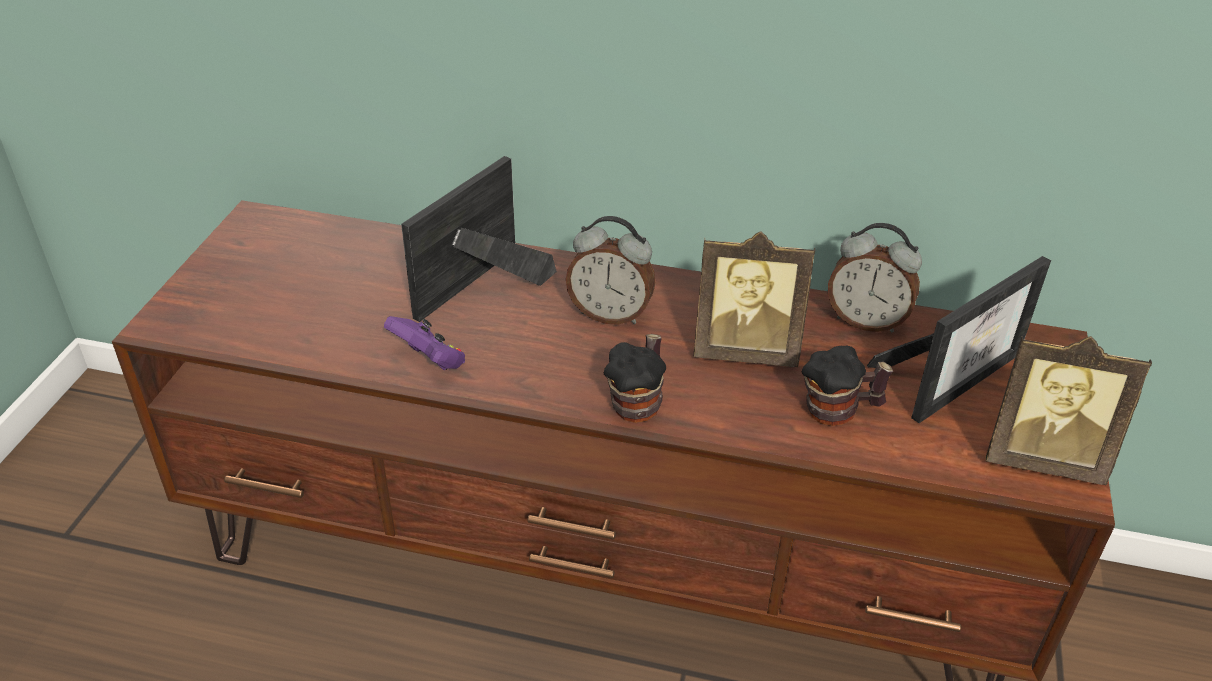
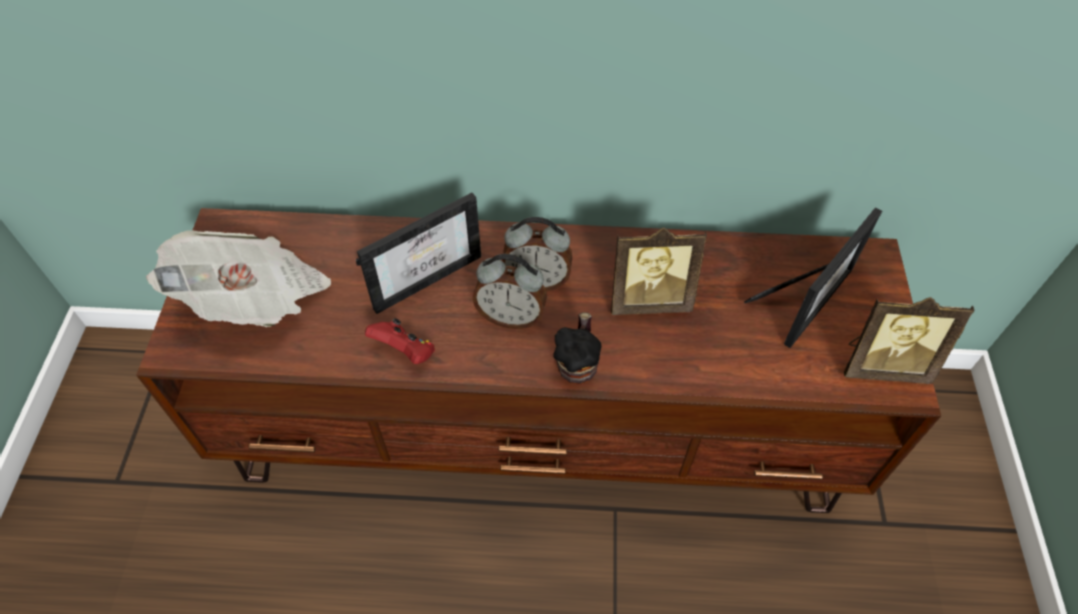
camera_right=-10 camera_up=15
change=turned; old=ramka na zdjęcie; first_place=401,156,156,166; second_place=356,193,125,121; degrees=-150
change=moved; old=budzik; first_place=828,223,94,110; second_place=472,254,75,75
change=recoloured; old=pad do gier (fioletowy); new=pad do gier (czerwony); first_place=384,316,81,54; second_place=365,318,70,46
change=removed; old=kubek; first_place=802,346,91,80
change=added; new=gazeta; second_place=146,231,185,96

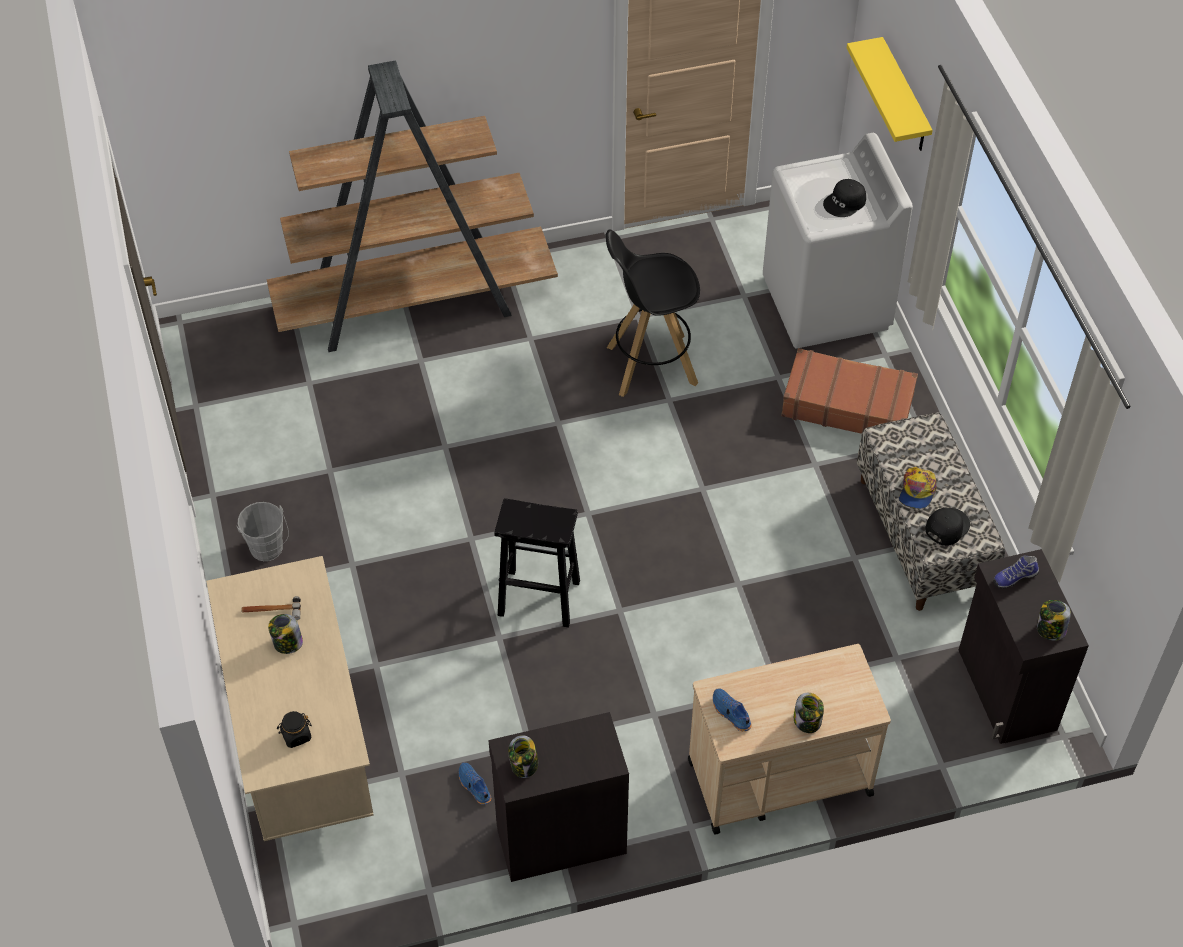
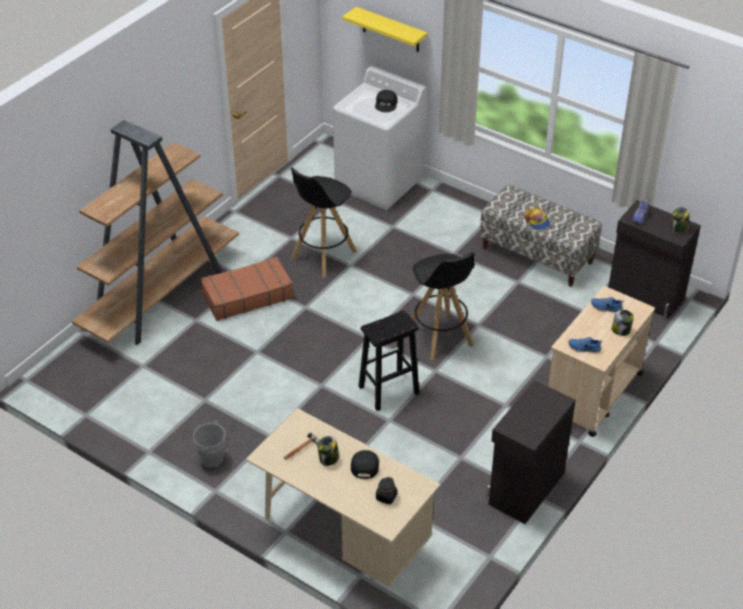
camera_right=-40 camera_up=-10
change=moved; old=walizka (brązowy); first_place=781,348,137,86; second_place=200,257,94,64
change=moved; old=czapka z daszkiem (czarny); first_place=926,508,44,38; second_place=351,450,28,29
change=removed; old=słoik; first_place=508,735,30,43
change=moved; old=but (niebieski); first_place=459,762,32,43; second_place=591,297,32,16
change=added; new=stołek (czarny); second_place=412,252,63,108

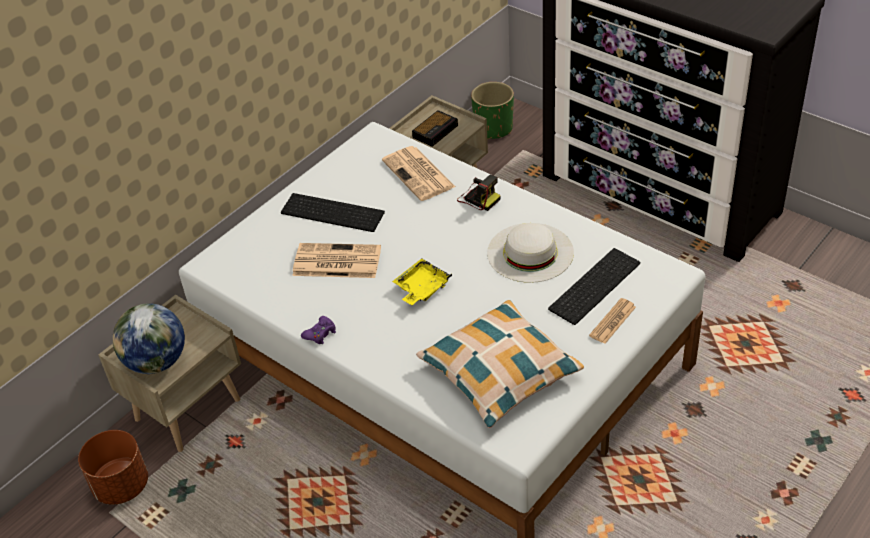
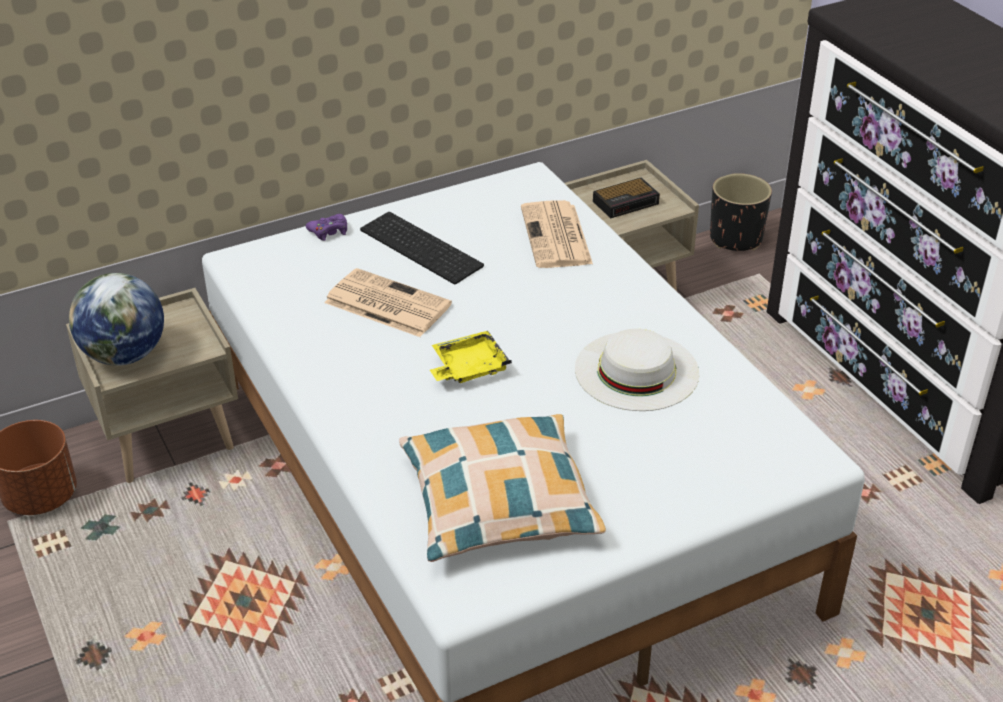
camera_right=20 camera_up=-5
change=recoloured; old=donica (zielony); new=donica (czarny); first_place=471,82,43,58; second_place=710,173,62,78
change=removed; old=aparat fotograficzny; first_place=457,175,44,36
change=removed; old=klawiatura; first_place=548,248,92,77
change=removed; old=gazeta; first_place=589,298,47,46
change=moved; old=pad do gier (fioletowy); first_place=301,316,35,28; second_place=306,214,41,27

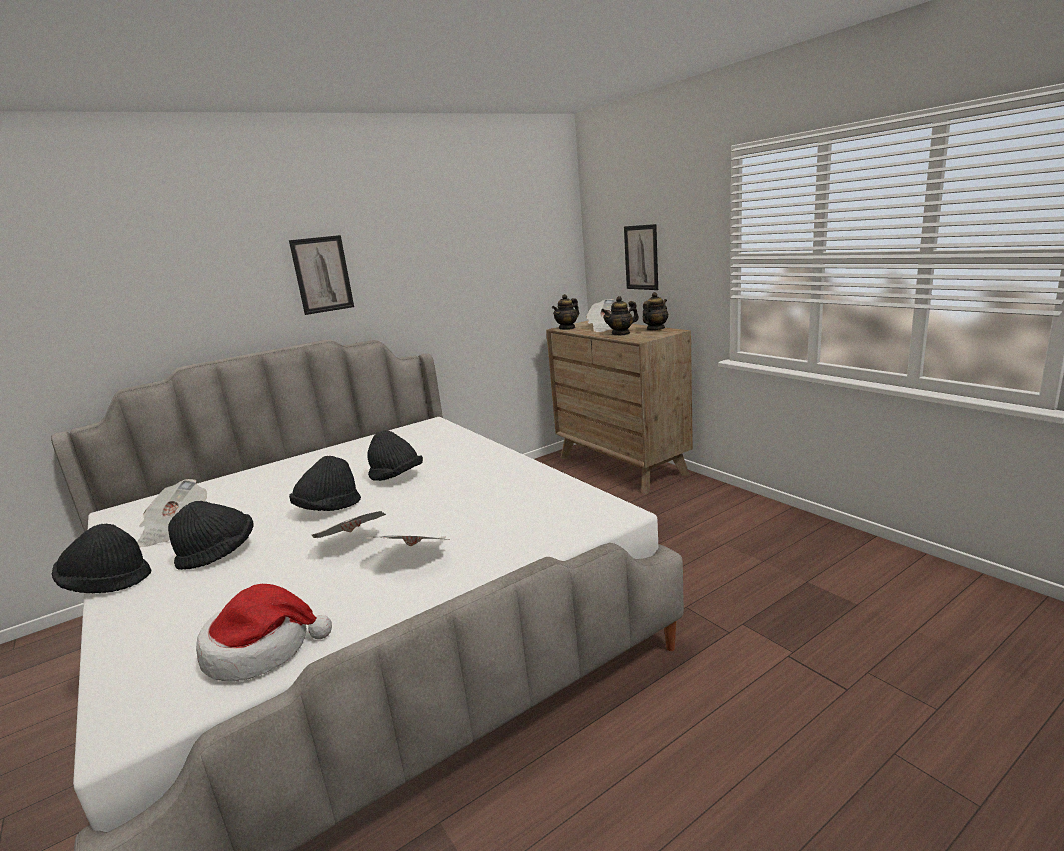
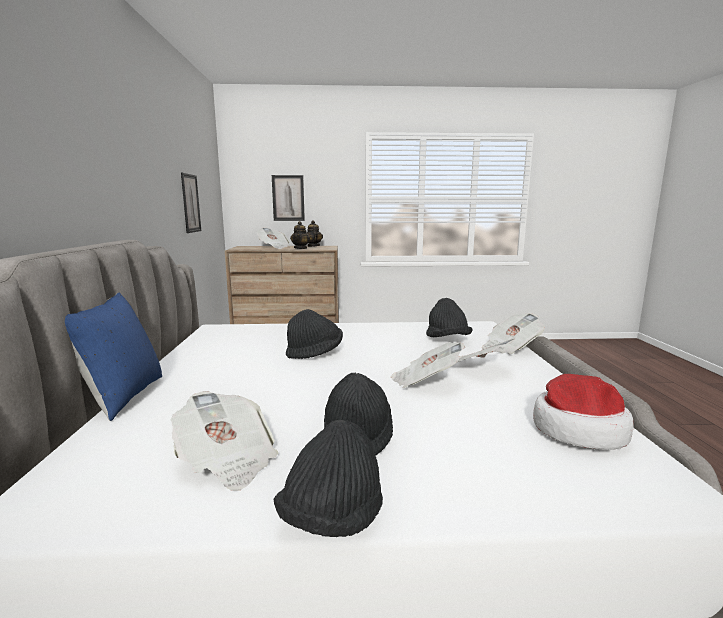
camera_right=-60 camera_up=-5
change=moved; old=obraz; first_place=289,235,65,80; second_place=181,173,20,60
change=removed; old=imbryk; first_place=552,294,27,36
change=moved; old=kapelusz (czarny); first_place=289,456,72,55; second_place=426,298,46,39
change=added; new=poduszka (niebieski); second_place=65,293,97,128
change=added; new=gazeta; second_place=482,313,63,41

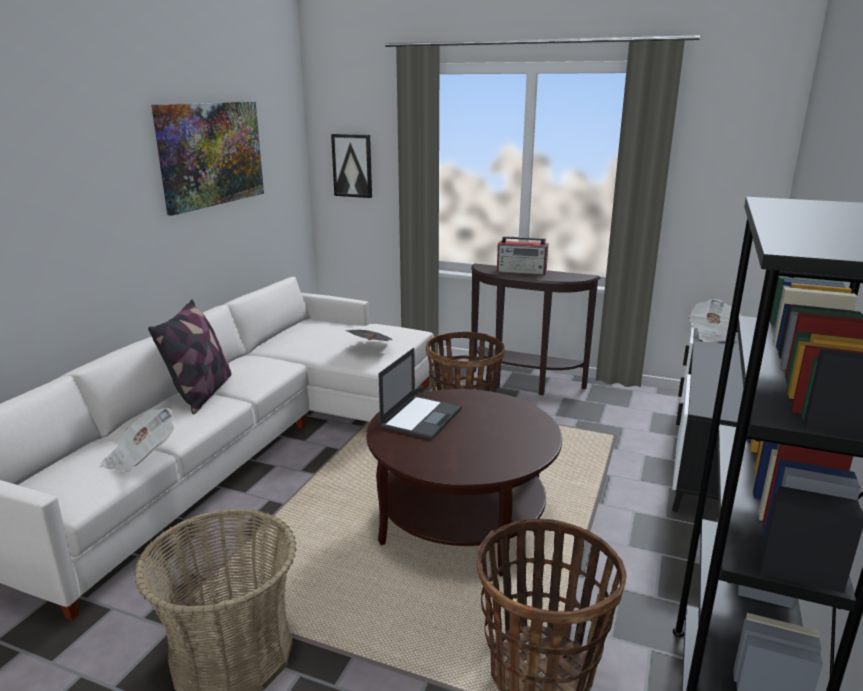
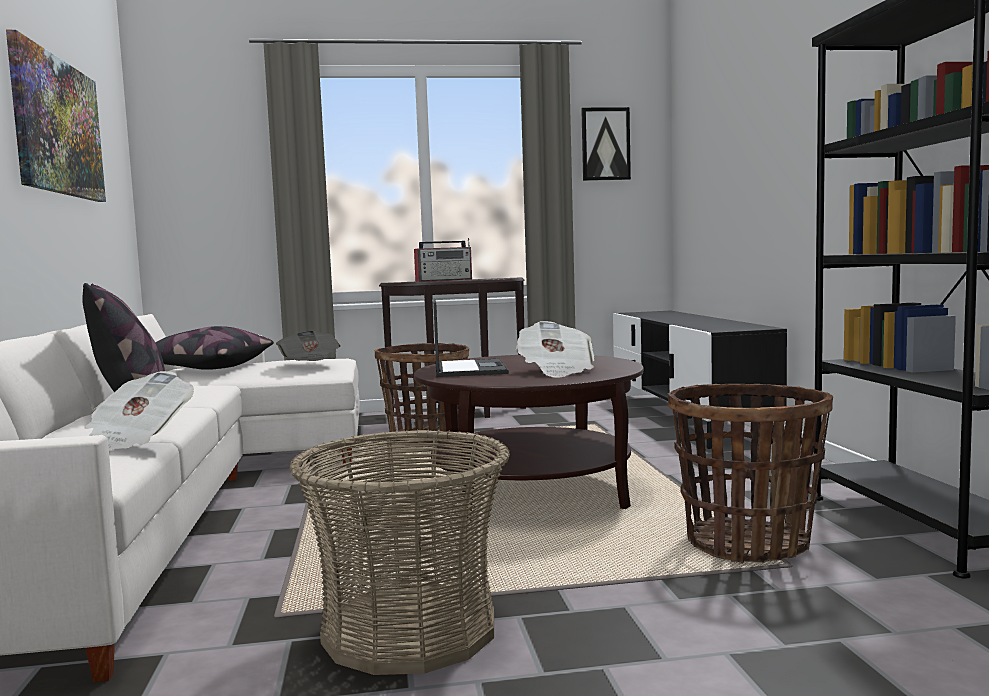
camera_right=-30 camera_up=-15
change=moved; old=obraz; first_place=331,134,41,64; second_place=581,107,50,74
change=moved; old=gazeta; first_place=689,299,53,43; second_place=516,321,78,57
change=added; new=poduszka; second_place=155,326,119,44

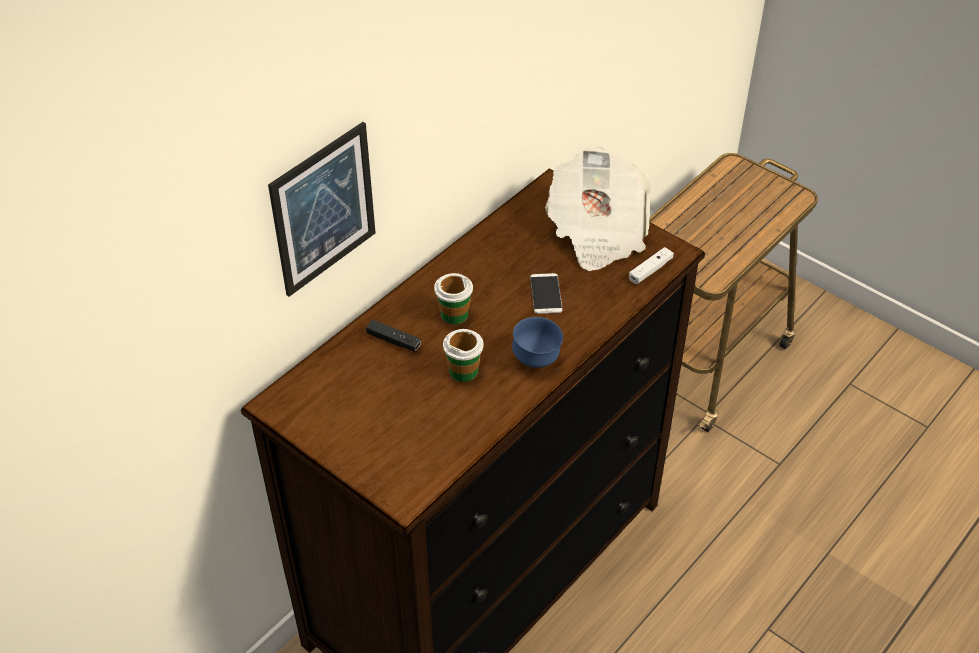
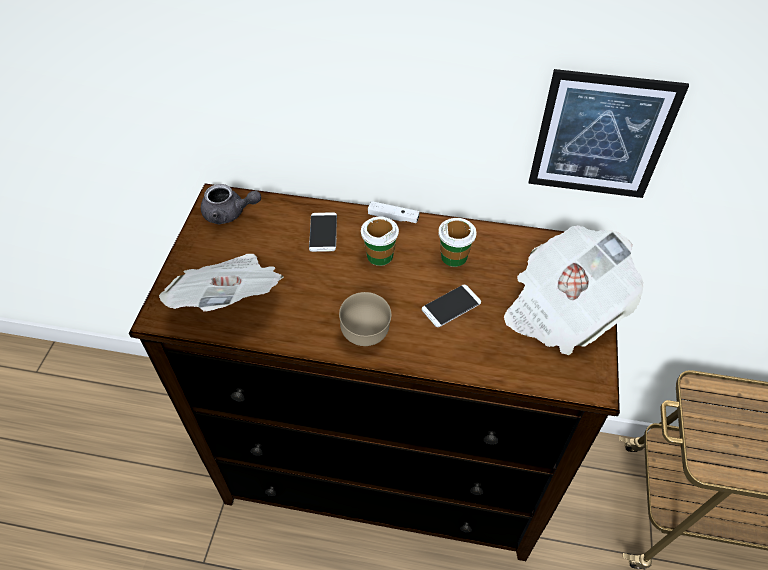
camera_right=60 camera_up=5
change=moved; old=obraz; first_place=268,122,108,175; second_place=529,69,160,129
change=moved; old=pad do gier (biały); first_place=629,247,45,37; second_place=368,201,52,22
change=recoloured; old=miska (niebieski); new=miska (brązowy); first_place=512,317,51,51; second_place=339,292,52,54
change=replaced; old=pad do gier (czarny); new=telefon; first_place=366,320,55,32; second_place=309,212,28,40
change=moved; old=filiżanka; first_place=443,329,41,53; second_place=438,218,39,49
change=added; new=imbryk (szary); second_place=201,184,60,40
change=added; new=gazeta; second_place=159,254,124,58

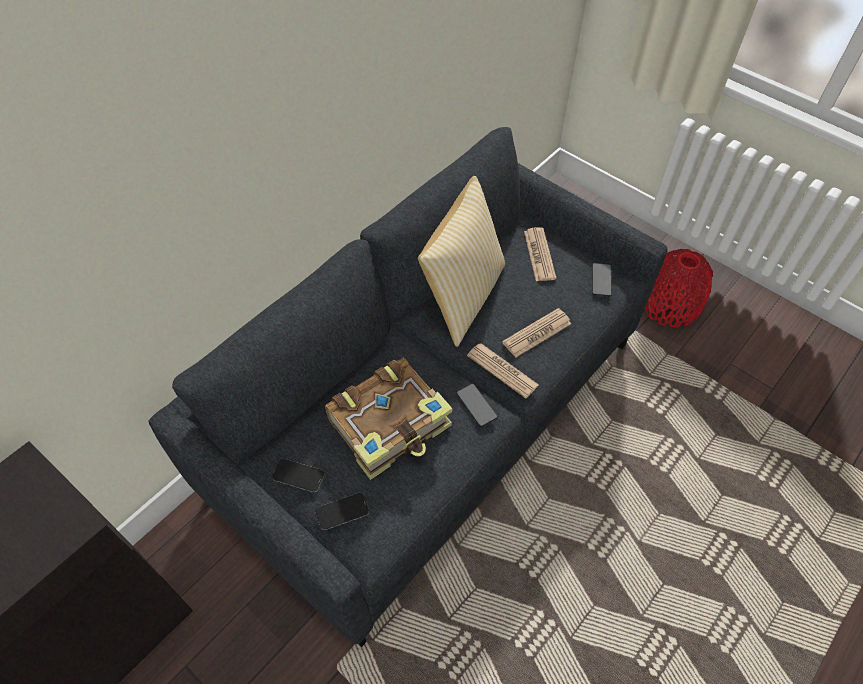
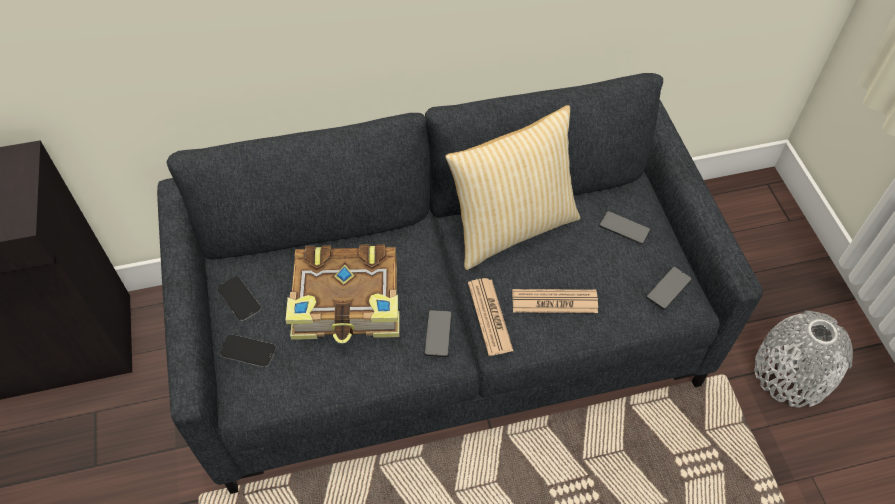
camera_right=35 camera_up=0
change=replaced; old=gazeta; new=telefon; first_place=524,227,32,54; second_place=599,211,52,33
change=recoloured; old=wazon (czerwony); new=wazon (szary); first_place=645,249,68,79; second_place=755,311,98,97

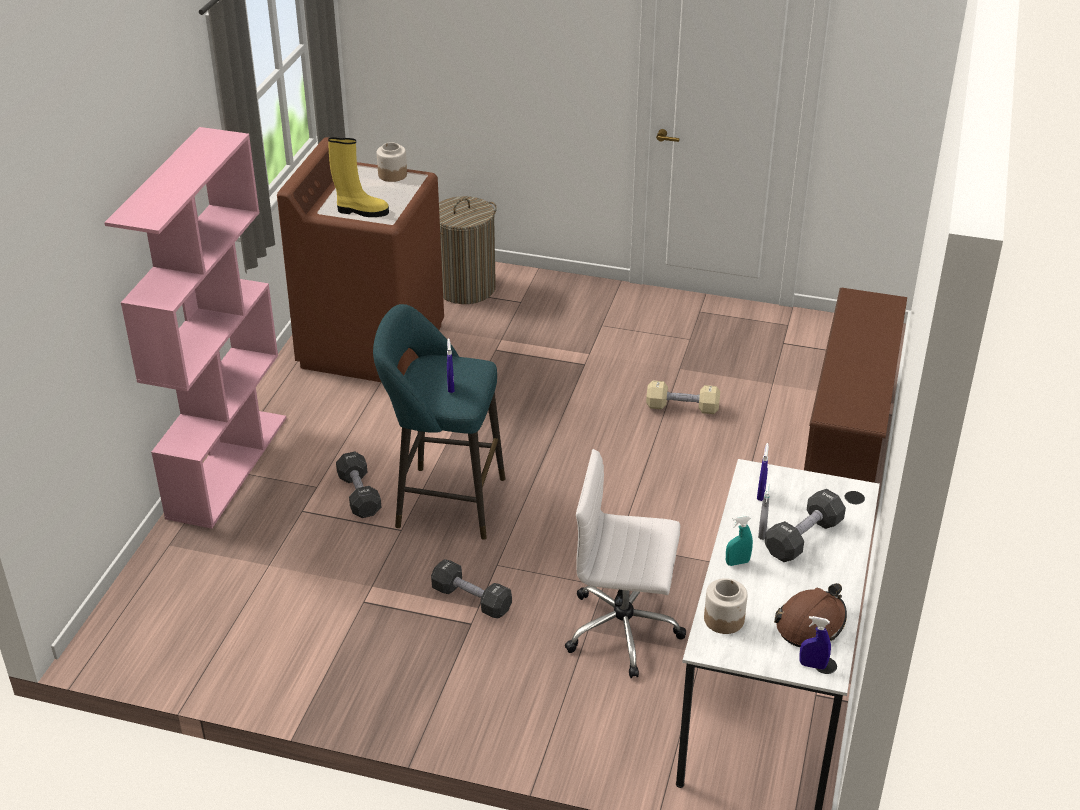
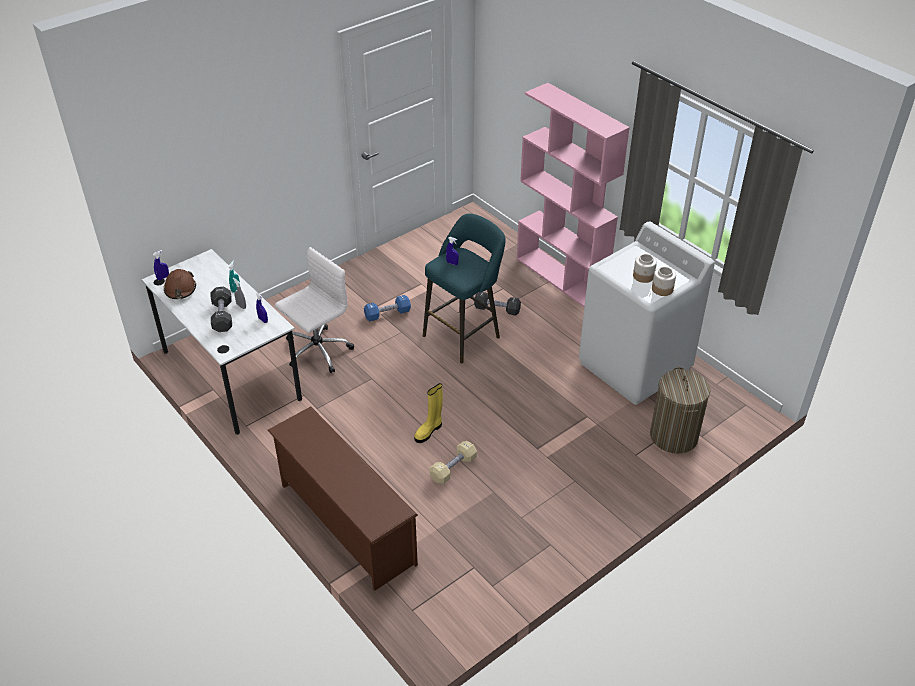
camera_right=125 camera_up=5
change=recoloured; old=pralka (brązowy); new=pralka (biały); first_place=277,137,167,245; second_place=579,222,136,183
change=moved; old=but z cholewką (żółty); first_place=328,137,61,80; second_place=414,383,29,60
change=recoloured; old=hantel (czarny); new=hantel (niebieski); first_place=431,559,81,60; second_place=364,295,47,26
change=moved; old=słoik; first_place=704,578,43,56; second_place=633,254,24,29

